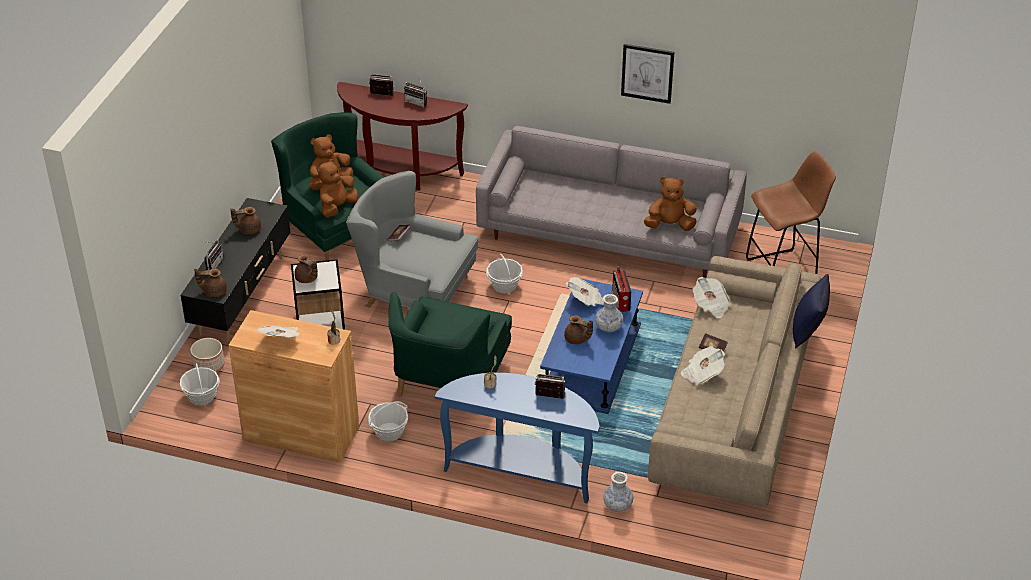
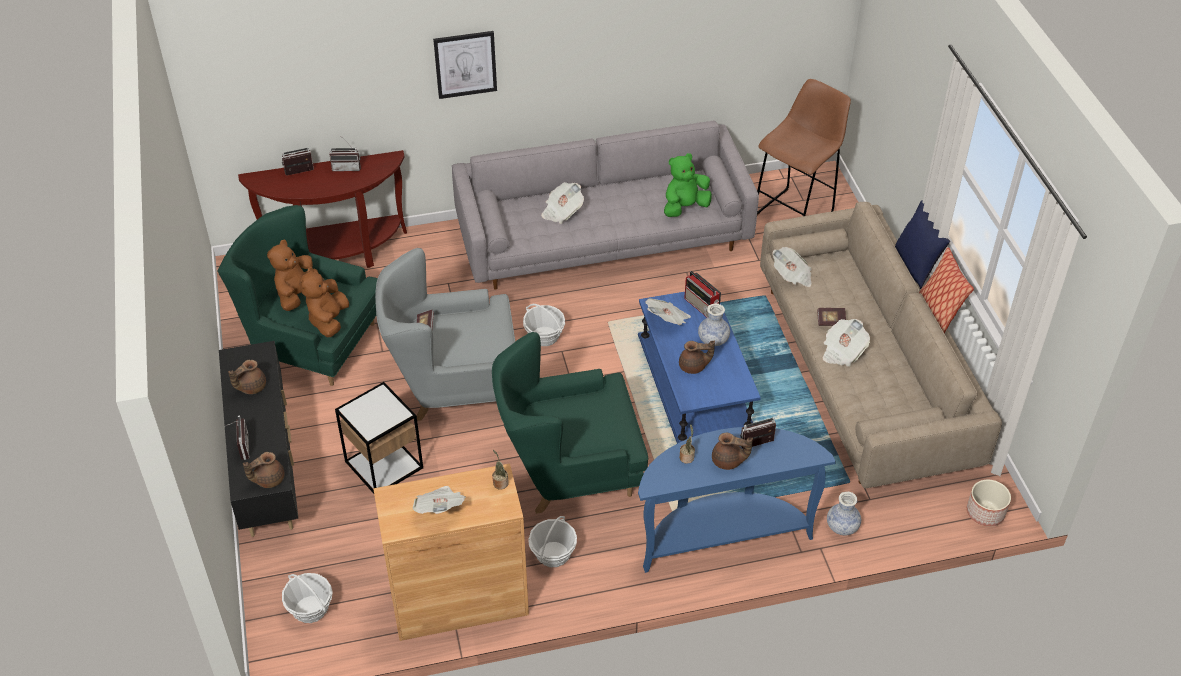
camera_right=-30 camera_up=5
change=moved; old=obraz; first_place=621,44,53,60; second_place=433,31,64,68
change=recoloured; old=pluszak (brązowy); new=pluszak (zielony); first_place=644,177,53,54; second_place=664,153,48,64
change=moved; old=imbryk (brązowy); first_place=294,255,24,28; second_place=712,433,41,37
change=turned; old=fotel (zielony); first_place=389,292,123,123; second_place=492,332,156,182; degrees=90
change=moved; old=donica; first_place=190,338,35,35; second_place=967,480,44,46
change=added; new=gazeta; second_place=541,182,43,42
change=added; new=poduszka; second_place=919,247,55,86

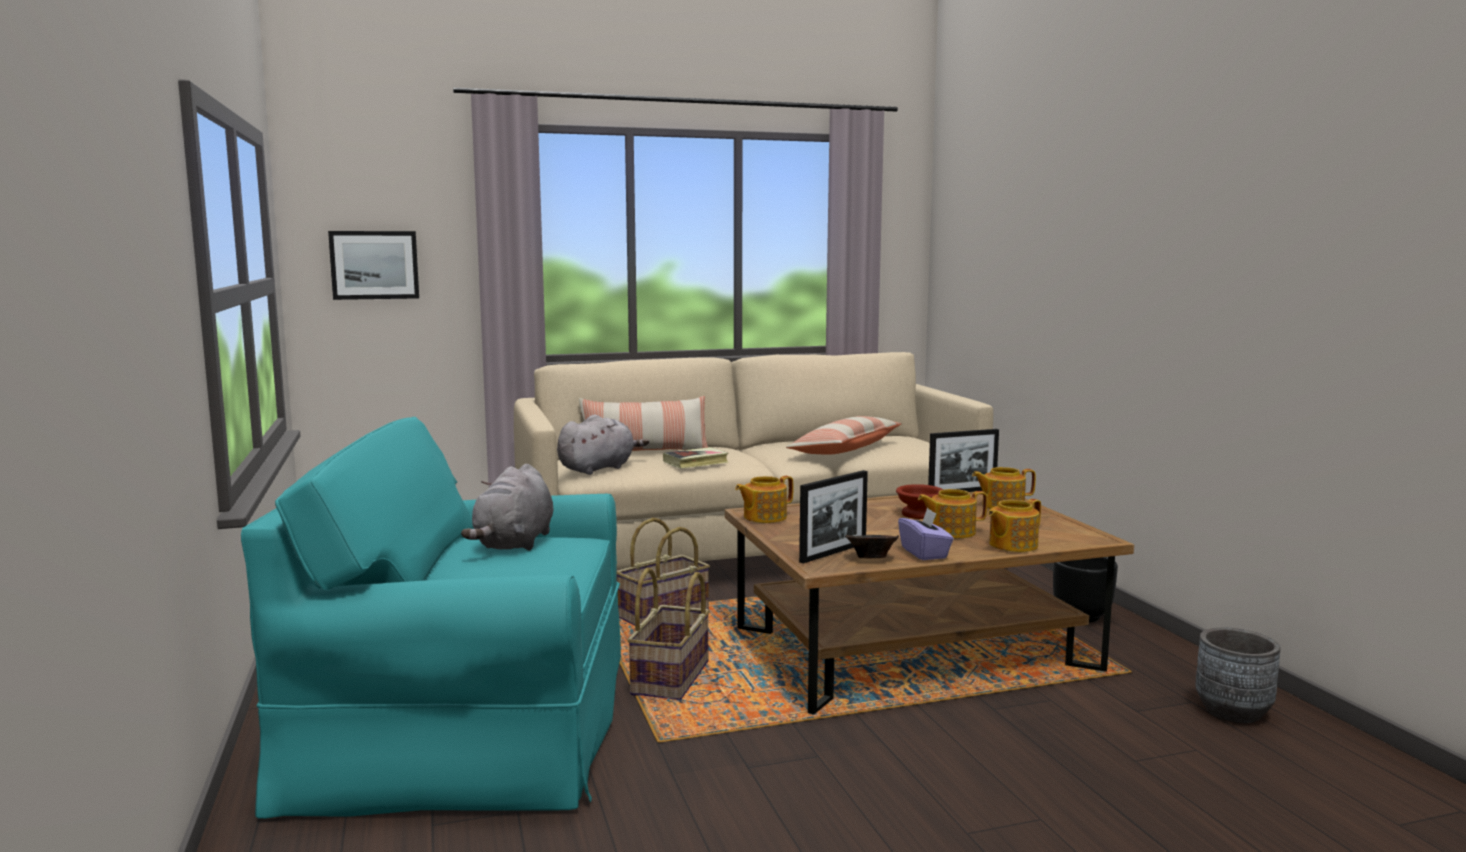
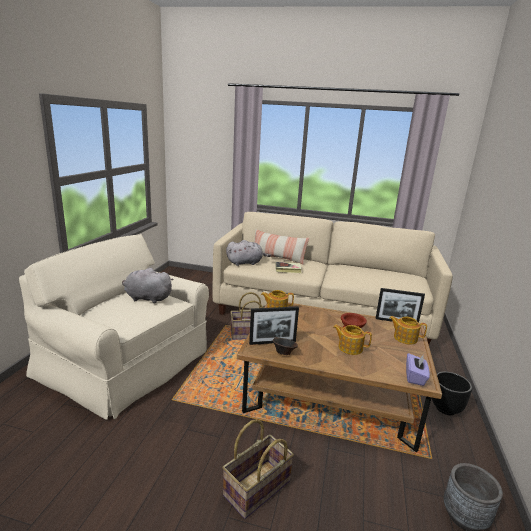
camera_right=30 camera_up=10
change=removed; old=obraz; first_place=328,231,91,69
change=removed; old=poduszka; first_place=786,416,116,39
change=recoloured; old=fotel (turkusowy); new=fotel (beżowy); first_place=241,417,380,402; second_place=19,234,190,186
change=turned; old=pluszak (szary); first_place=461,464,93,87; second_place=122,268,52,36; degrees=60
change=removed; old=imbryk; first_place=988,499,53,53
change=moved; old=pudełko chusteczek (fioletowy); first_place=898,507,56,53; second_place=406,353,24,33
change=moved; old=koszyk; first_place=627,568,83,132; second_place=223,419,71,100

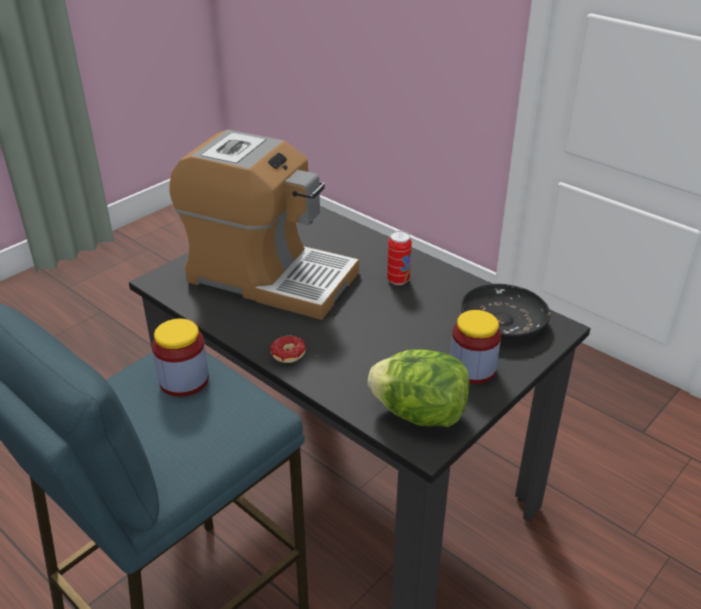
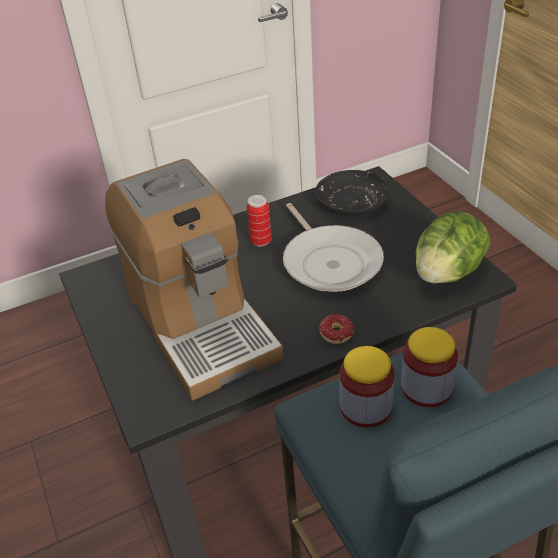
camera_right=-65 camera_up=5
change=turned; old=ekspres do kawy; first_place=169,130,190,190; second_place=105,159,179,242; degrees=105
change=moved; old=słoik; first_place=450,310,51,74; second_place=401,327,57,80
change=added; new=patelnia; second_place=283,203,101,89

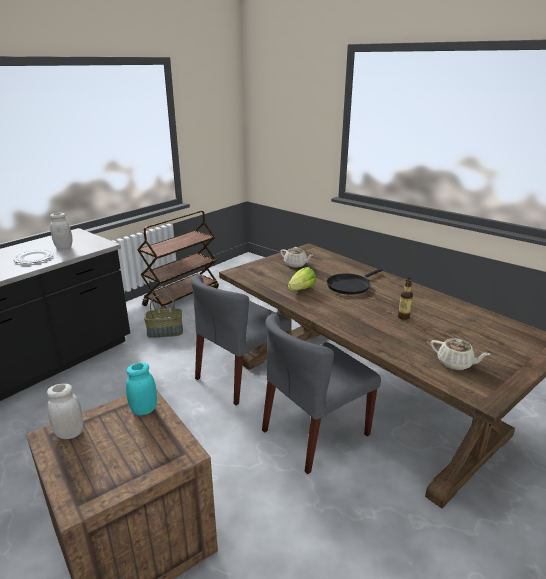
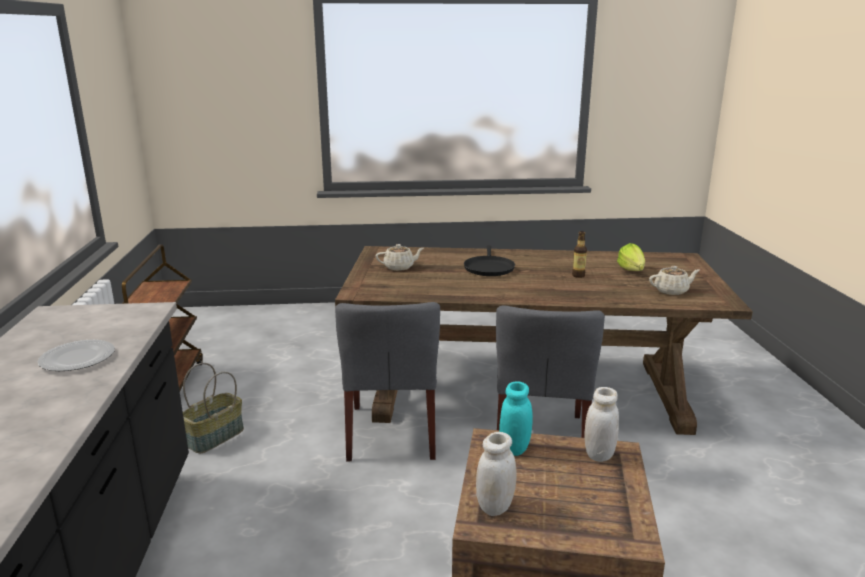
camera_right=-45 camera_up=-5
change=moved; old=słoik (biały); first_place=50,213,22,36; second_place=584,387,35,75
change=moved; old=sałata; first_place=288,267,28,23; second_place=617,243,28,28

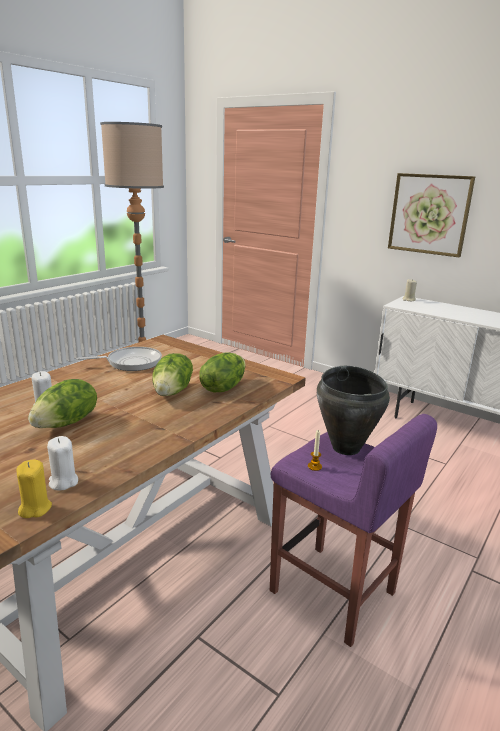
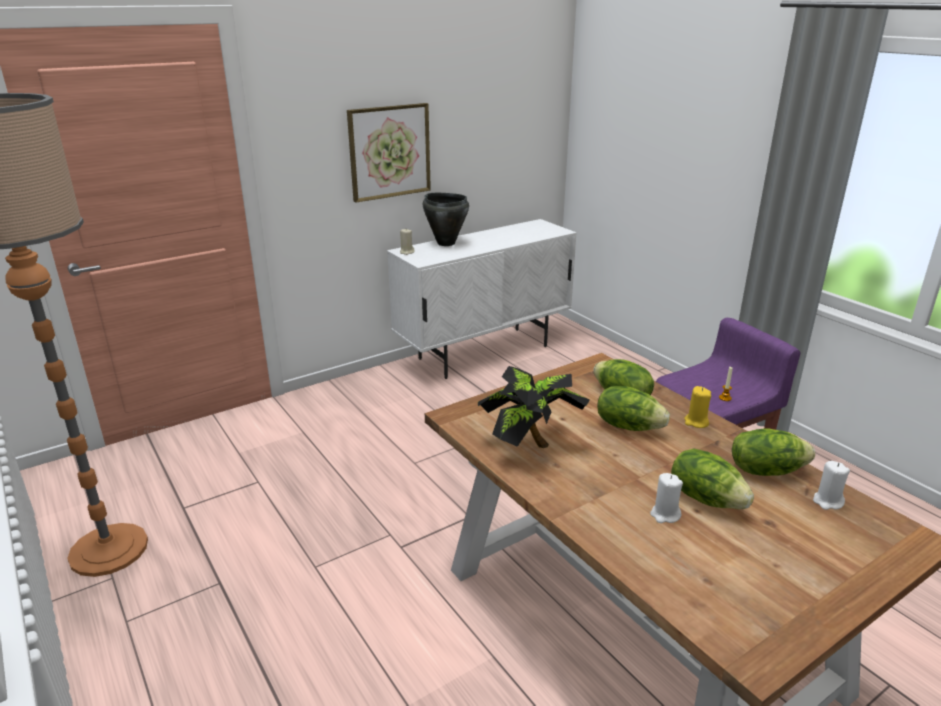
camera_right=-70 camera_up=5
change=replaced; old=patelnia; new=roślina doniczkowa; first_place=77,347,85,24; second_place=478,366,112,82
change=moved; old=garnek (czarny); first_place=317,366,73,89; second_place=423,193,46,53
change=moved; old=świeca (żółty); first_place=16,460,36,58; second_place=684,386,27,42
change=added; new=sałata; second_place=732,428,83,48

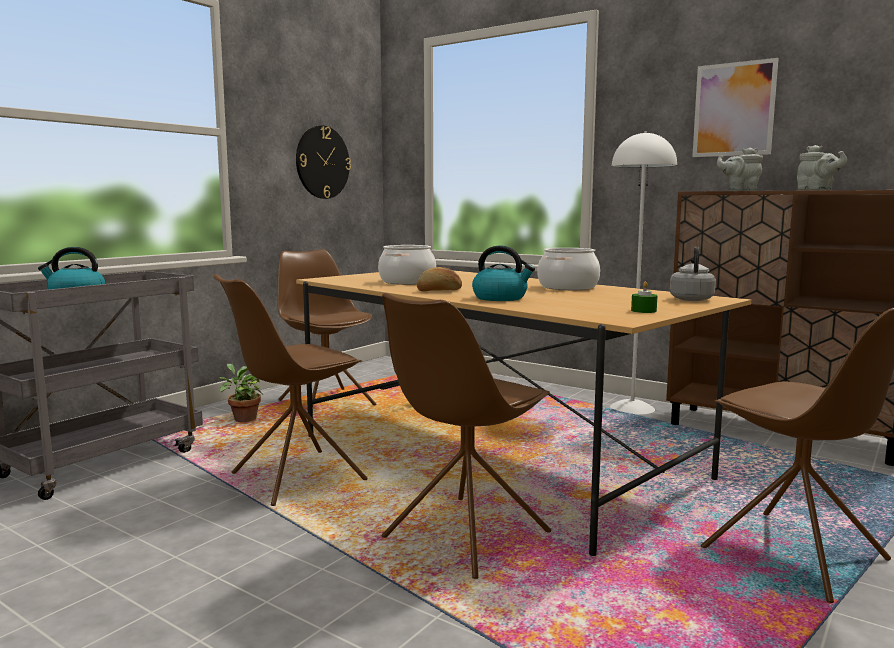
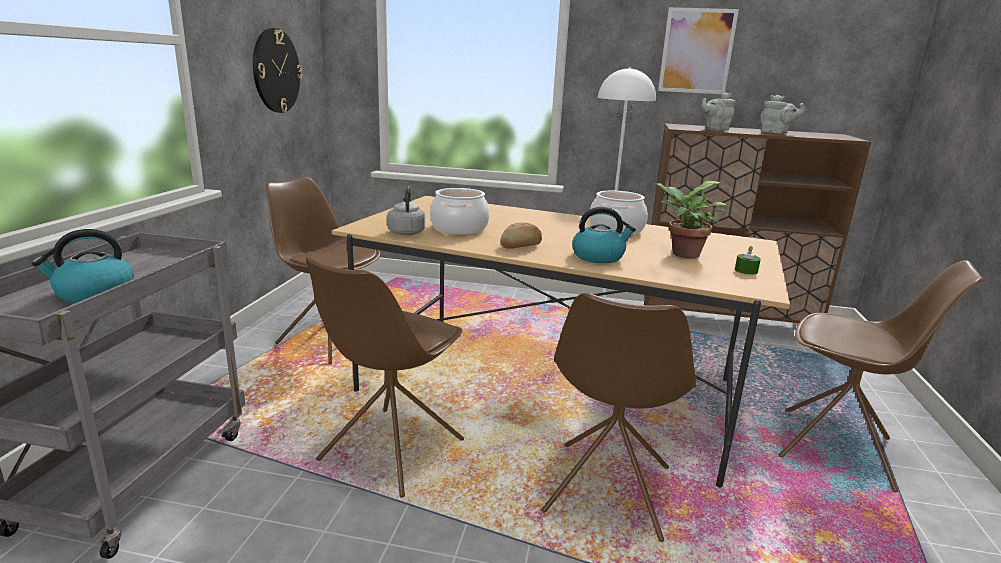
camera_right=-25 camera_up=10
change=moved; old=czajnik (szary); first_place=670,246,46,55; second_place=387,186,38,49
change=moved; old=roślina doniczkowa; first_place=219,363,43,59; second_place=654,181,73,77

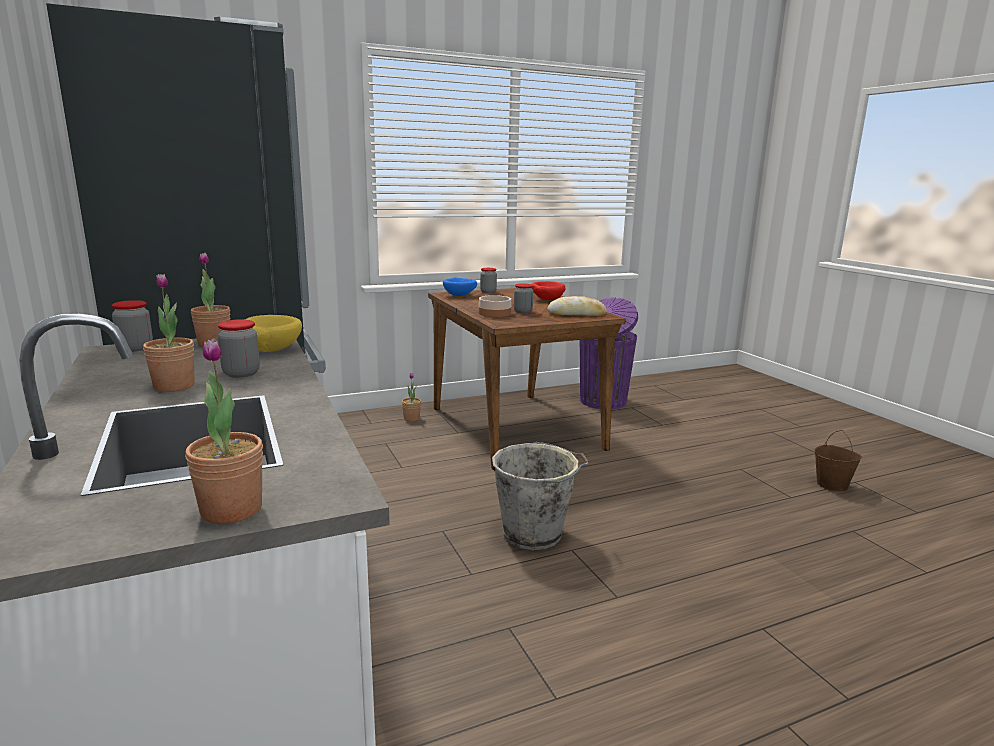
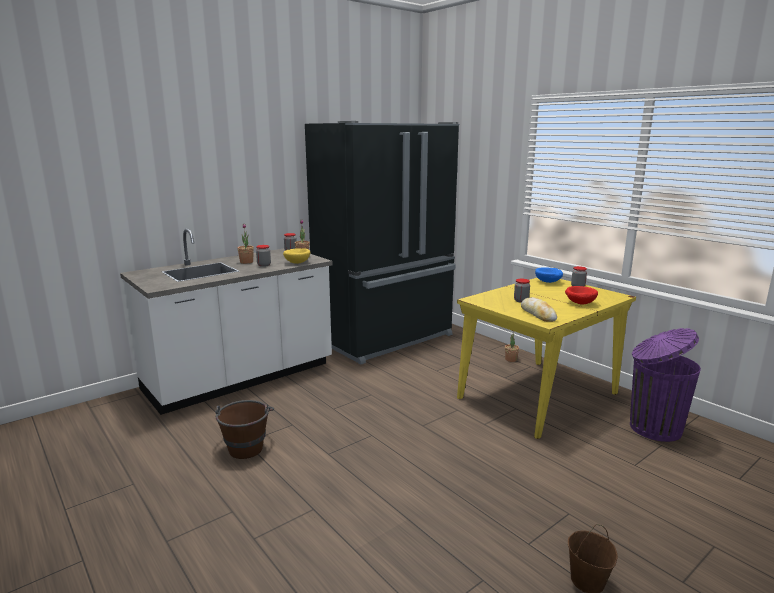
camera_right=75 camera_up=0
change=recoloured; old=stół jadalny (brązowy); new=stół jadalny (żółty); first_place=428,288,198,183; second_place=457,278,179,161
change=removed; old=miska; first_place=479,295,32,22
change=removed; old=roślina doniczkowa; first_place=185,338,78,186
change=removed; old=wiadro (szary); first_place=492,442,97,108
change=added; new=wiadro (brązowy); second_place=215,400,59,59

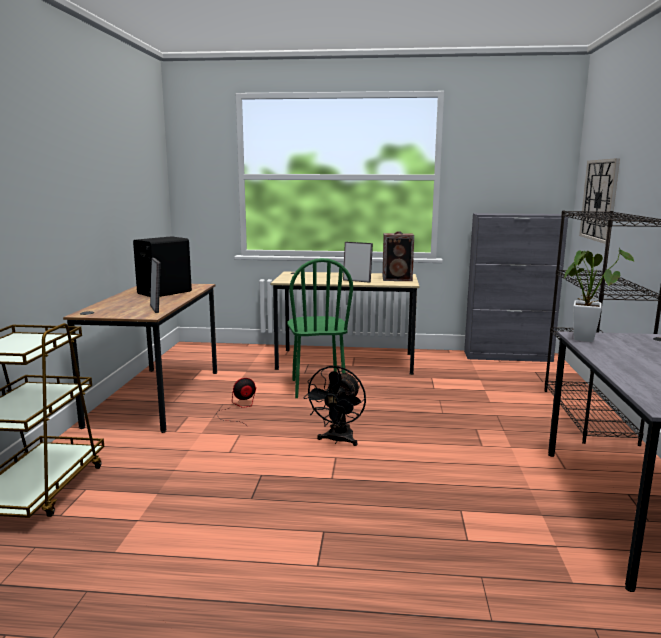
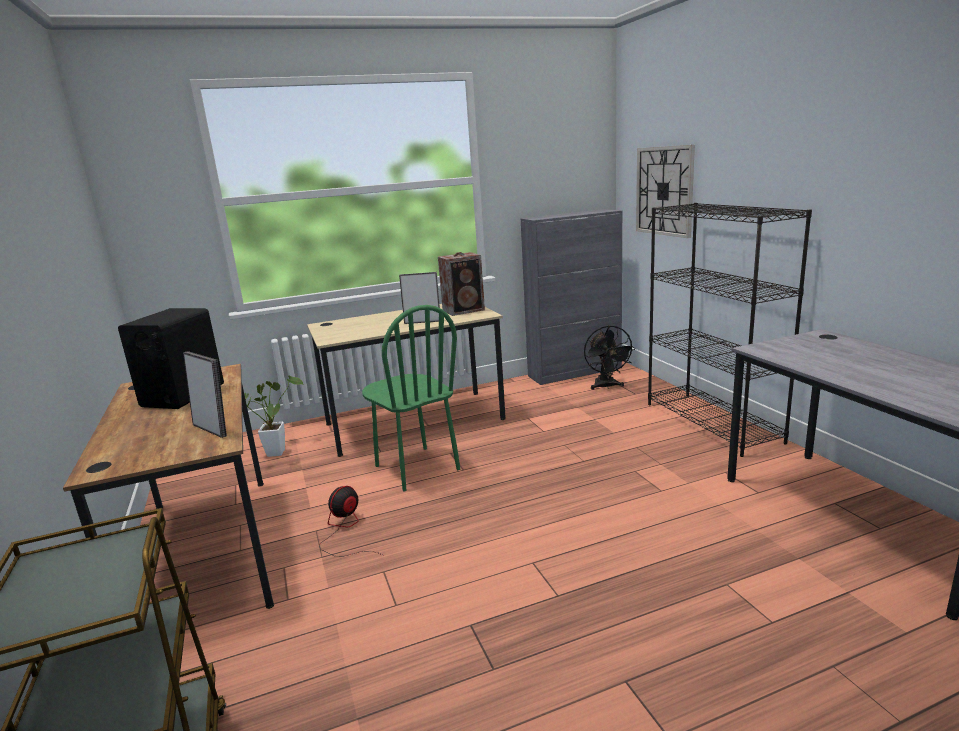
camera_right=-25 camera_up=5
change=moved; old=roślina doniczkowa; first_place=564,247,70,95; second_place=244,375,60,82
change=moved; old=wentylator (czarny); first_place=303,366,63,80; second_place=584,325,51,65

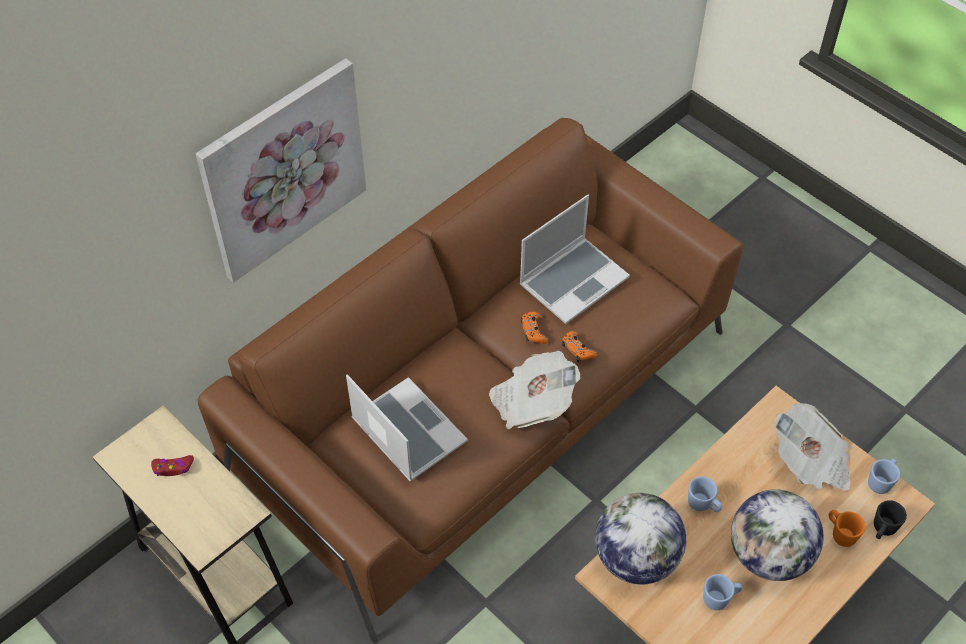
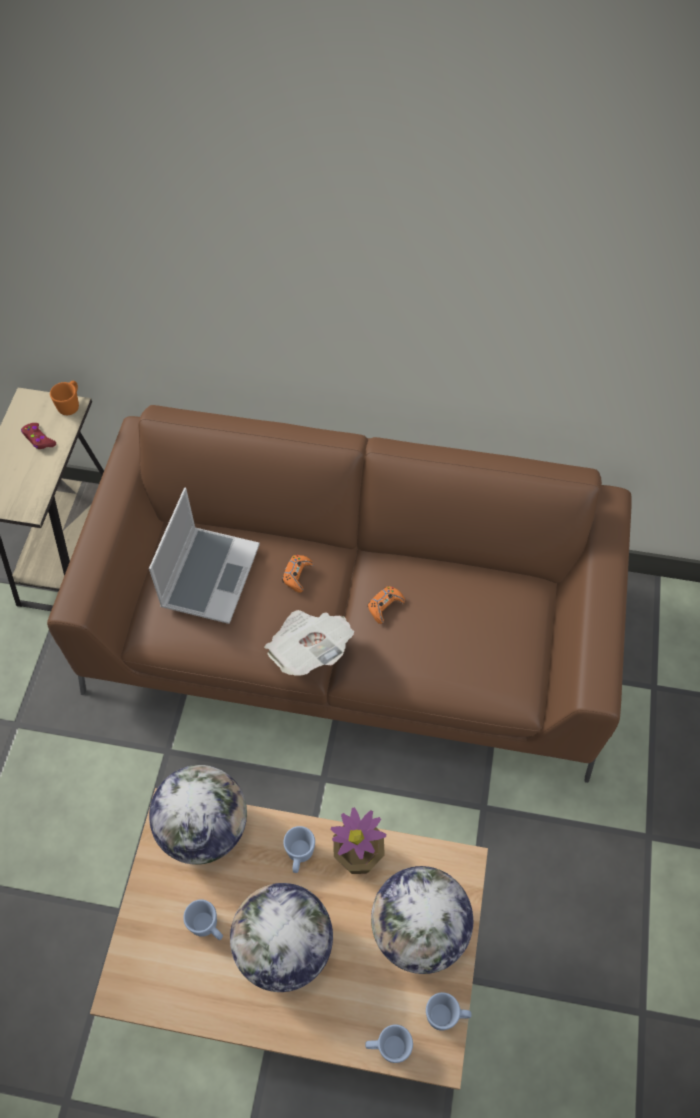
camera_right=55 camera_up=5
change=removed; old=obraz; first_place=196,58,170,225
change=removed; old=laptop; first_place=520,195,110,129
change=moved; old=pad do gier (pomarańczowy); first_place=562,331,35,31; second_place=282,555,32,38
change=replaced; old=gazeta; new=globus; first_place=774,403,77,88; second_place=371,866,102,108
change=recoloured; old=kubek (czarny); new=kubek (niebieski); first_place=874,500,33,39; second_place=365,1024,48,39
change=moved; old=kubek (pomarańczowy); first_place=829,510,36,37; second_place=50,381,29,34
change=added; new=roślina doniczkowa; second_place=330,807,56,67

